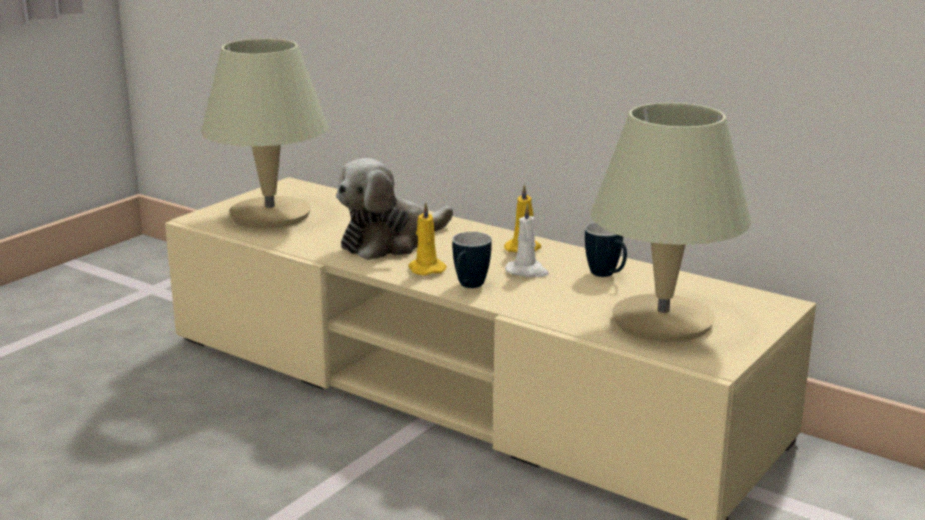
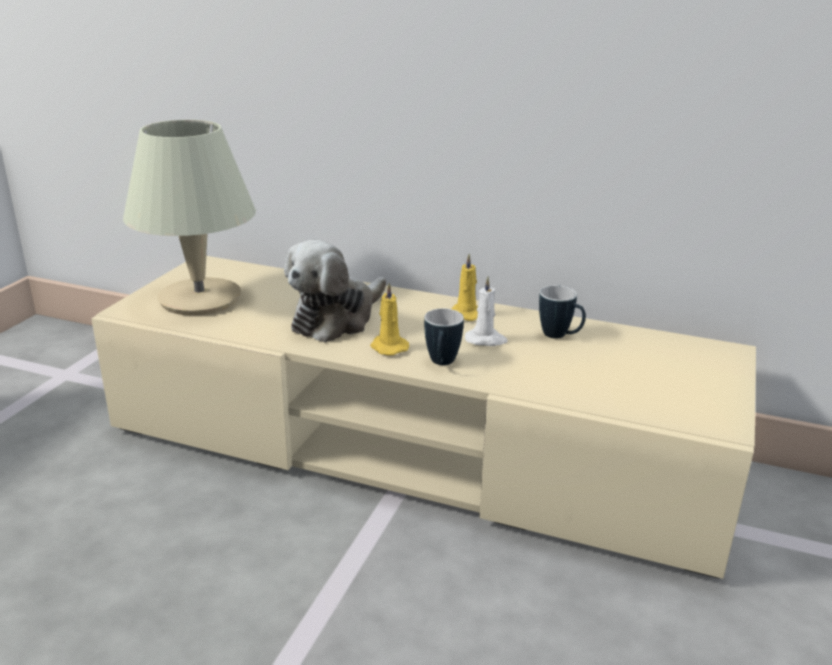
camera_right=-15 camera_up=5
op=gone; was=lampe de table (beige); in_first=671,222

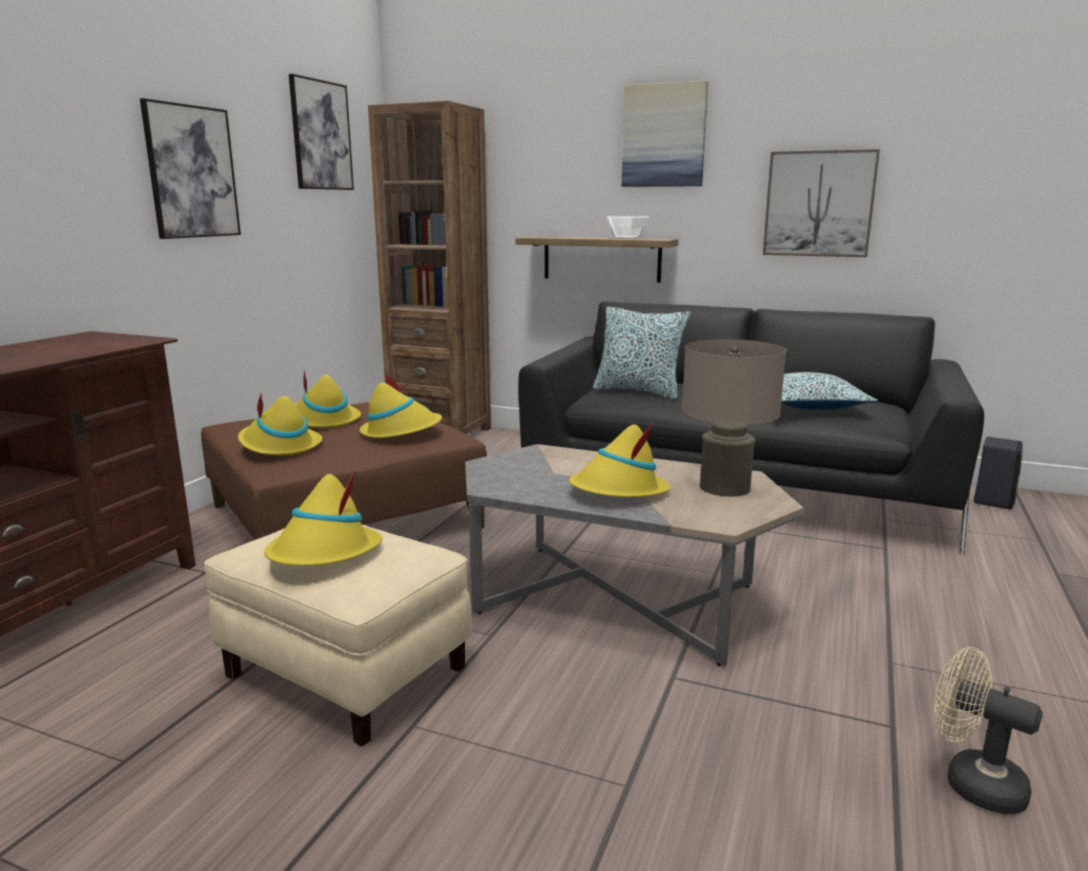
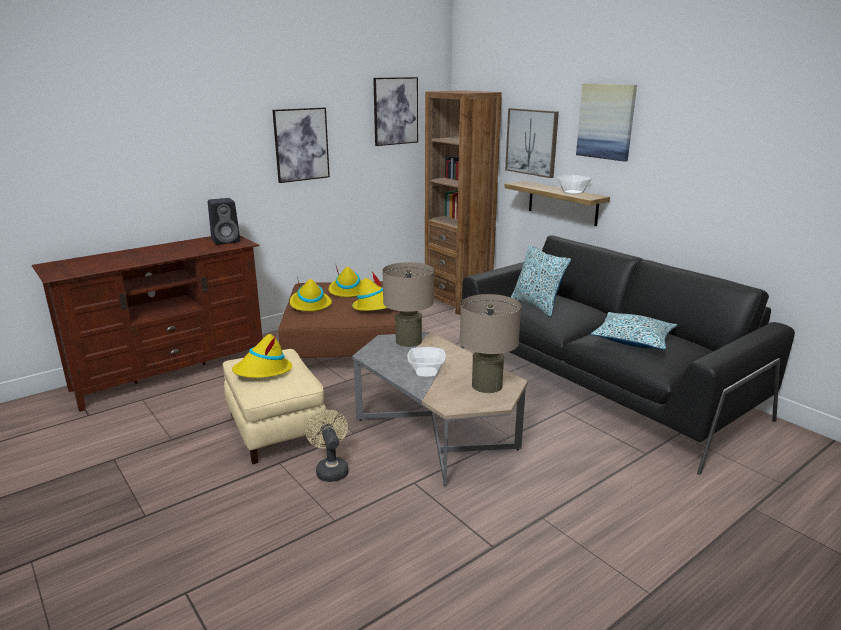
camera_right=30 camera_up=5
op=shifted; was=enceinte (noir); in_first=998,473; in_second=224,221
op=shifted; was=ventilateur (beige); in_first=988,730; in_second=327,446
op=new; now=lampe de table (beige); in_second=408,304
op=swapped; was=chapeau (jaune); now=bol; in_first=619,460; in_second=426,362
op=shifted; was=tableau; in_first=821,203; in_second=532,143

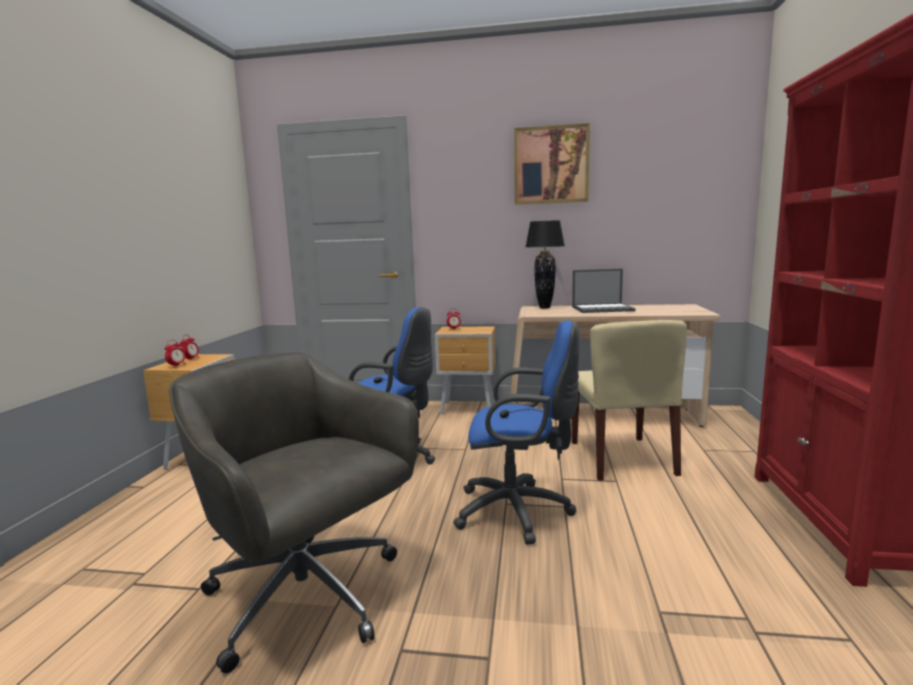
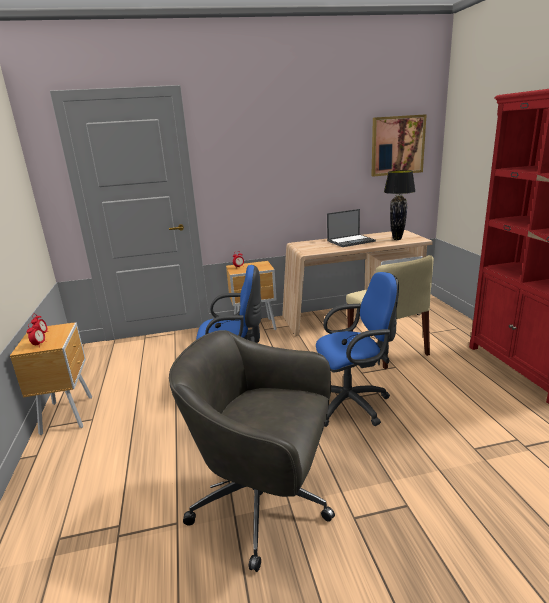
camera_right=-20 camera_up=10
op=shifted; was=tableau; in_first=552,164; in_second=399,145
op=shifted; was=lampe de table (noir); in_first=545,265; in_second=400,205

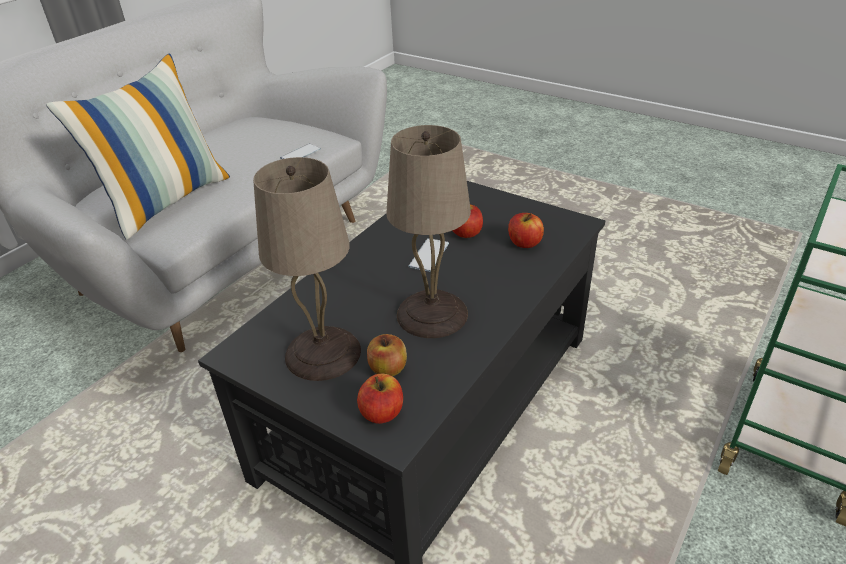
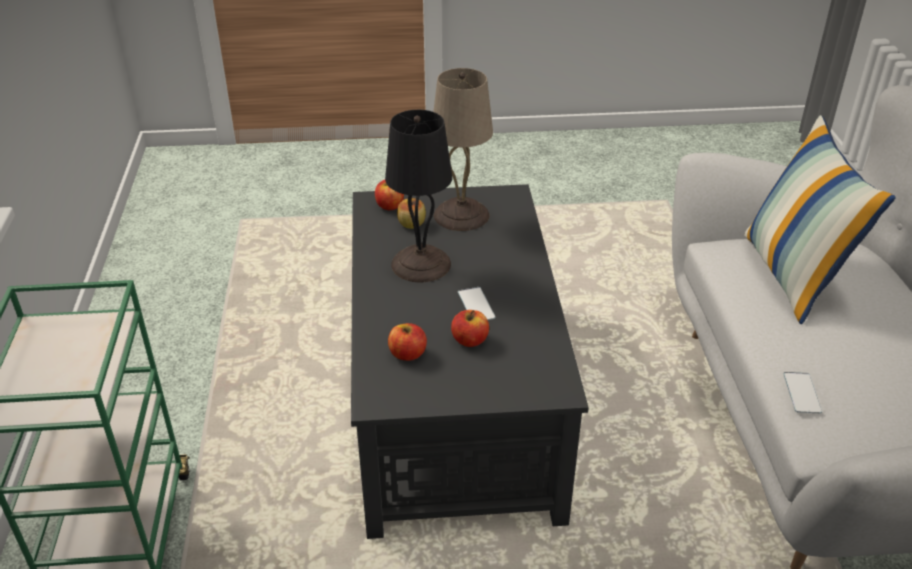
camera_right=140 camera_up=0
op=repainted; was=lampe de table (beige); now=lampe de table (noir); in_first=428,231; in_second=418,196

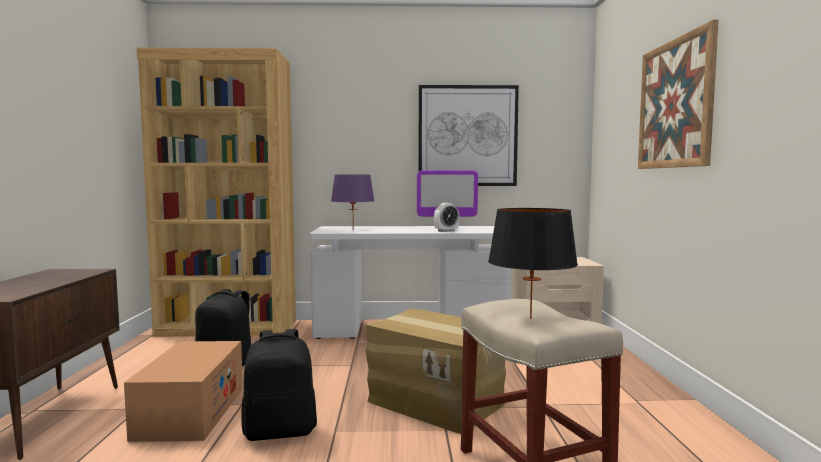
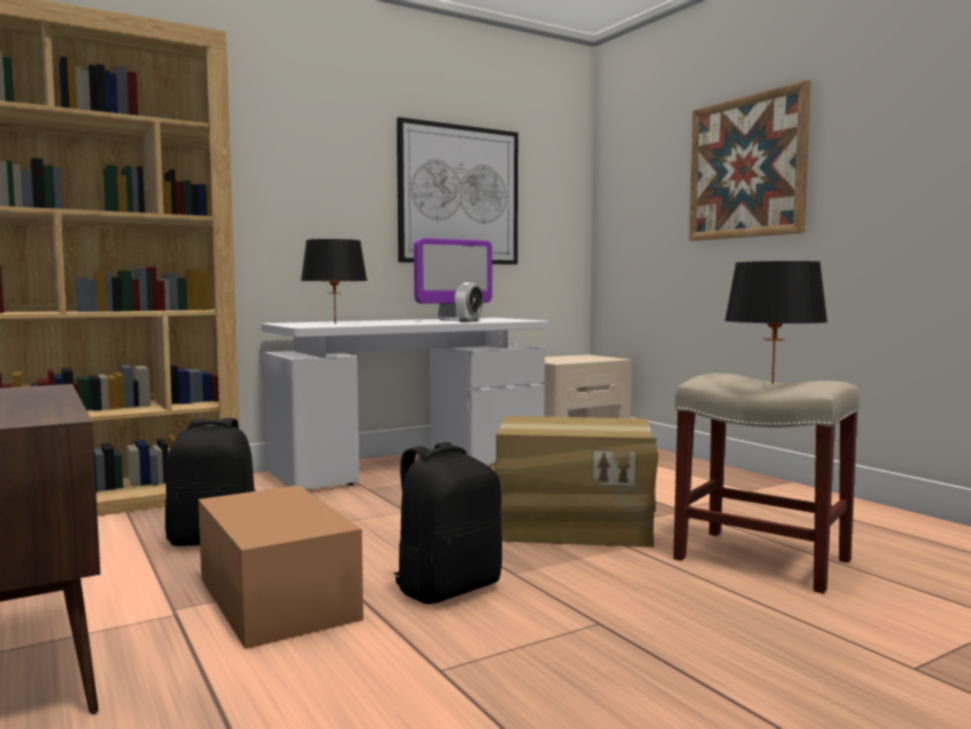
camera_right=-30 camera_up=0
op=repainted; was=lampe de table (violet); now=lampe de table (noir); in_first=352,202; in_second=334,281

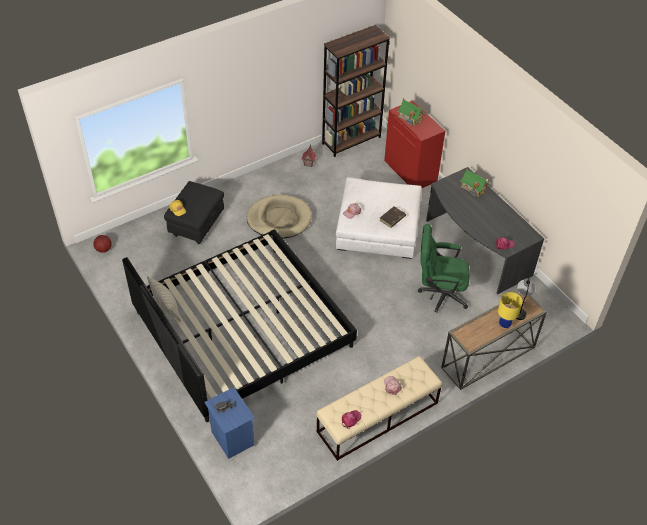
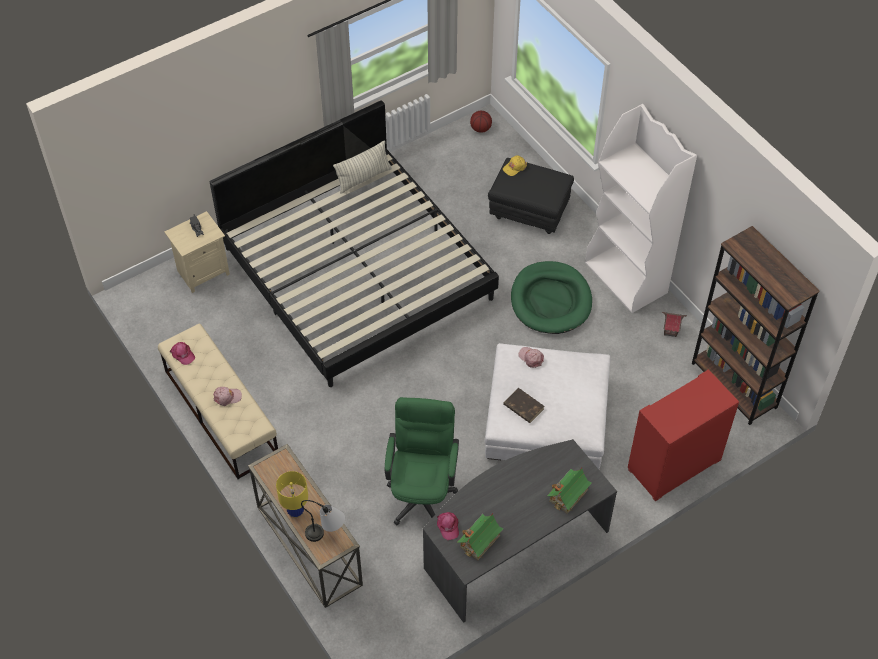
camera_right=90 camera_up=5
op=repainted; was=table de chevet (bleu); now=table de chevet (beige); in_first=229,423; in_second=197,252
op=shifted; was=maison miniature; in_first=411,112; in_second=480,536
op=repainted; was=panier pour chien (beige); now=panier pour chien (vert); in_first=279,217; in_second=551,297
op=new; now=bibliothèque (blanc); in_second=641,208

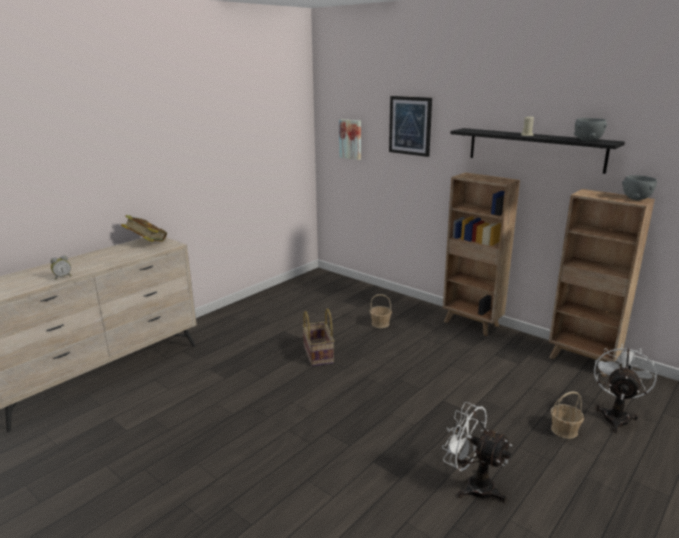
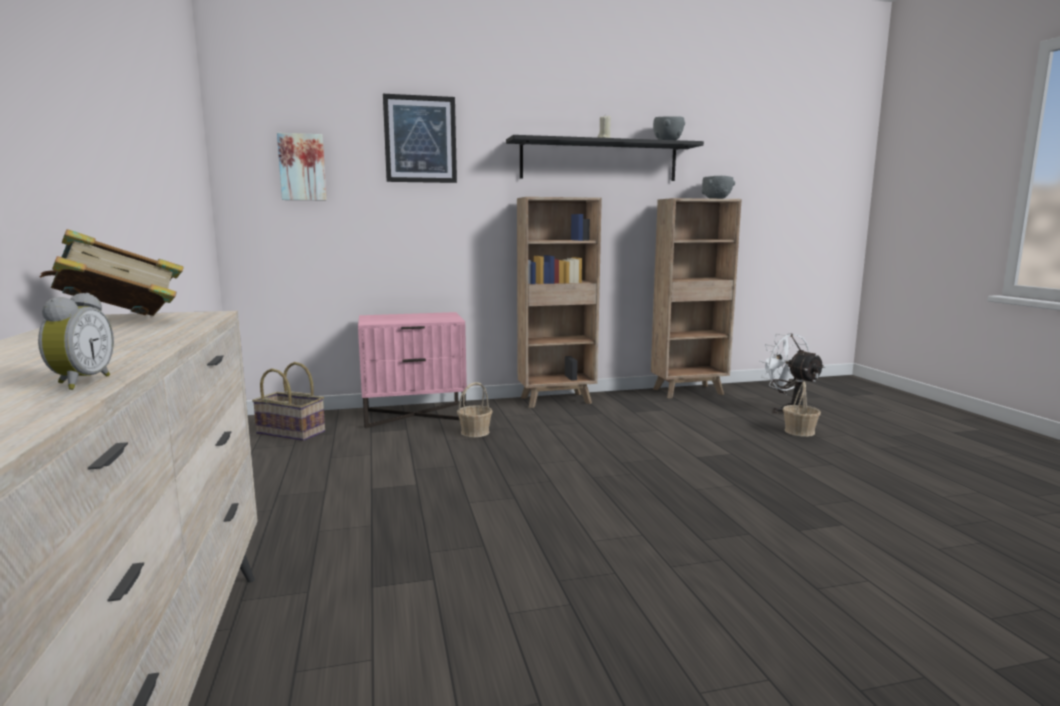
camera_right=-55 camera_up=-10
op=shifted; was=panier; in_first=318,337; in_second=288,401
op=new; now=table de chevet (rose); in_second=412,370
op=gone; was=ventilateur (blanc); in_first=477,452

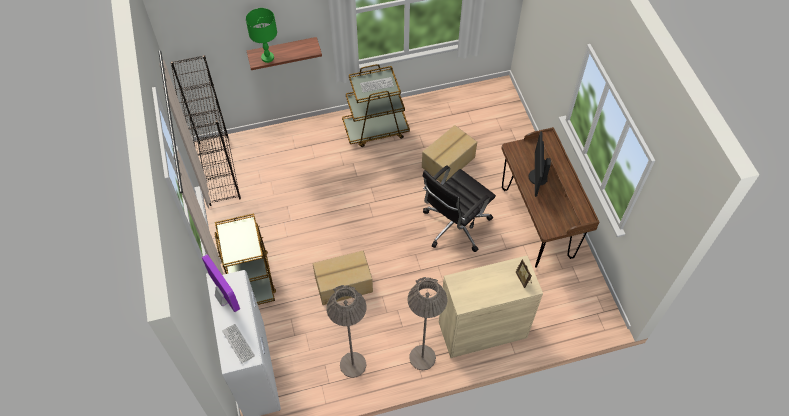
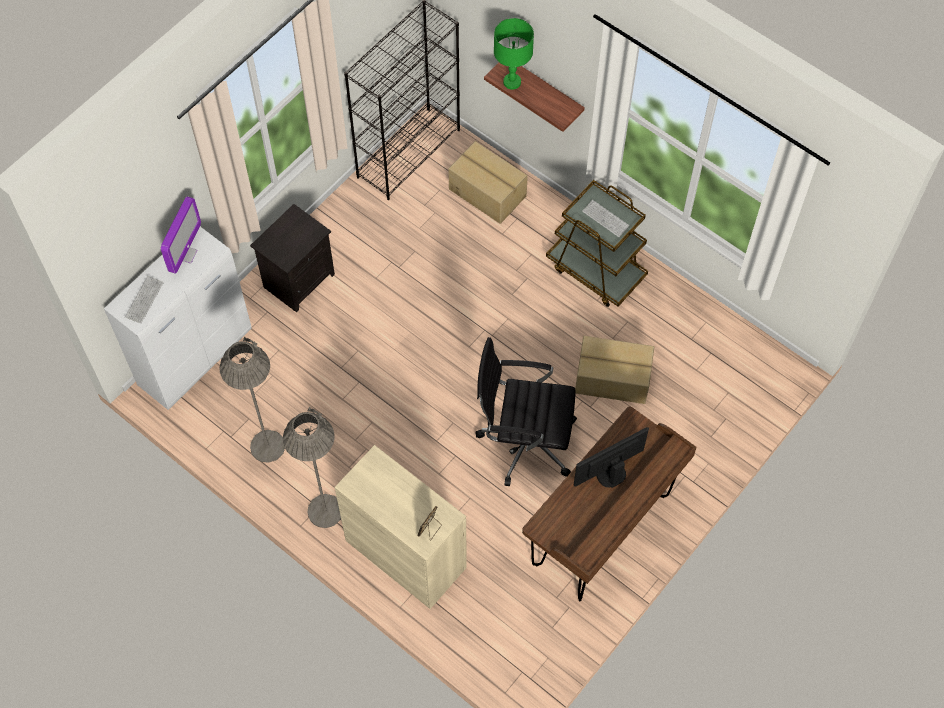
camera_right=55 camera_up=5
op=swapped; was=chariot (marron); now=table de chevet (noir); in_first=245,259; in_second=292,258
op=shifted; was=carton; in_first=343,278; in_second=488,182

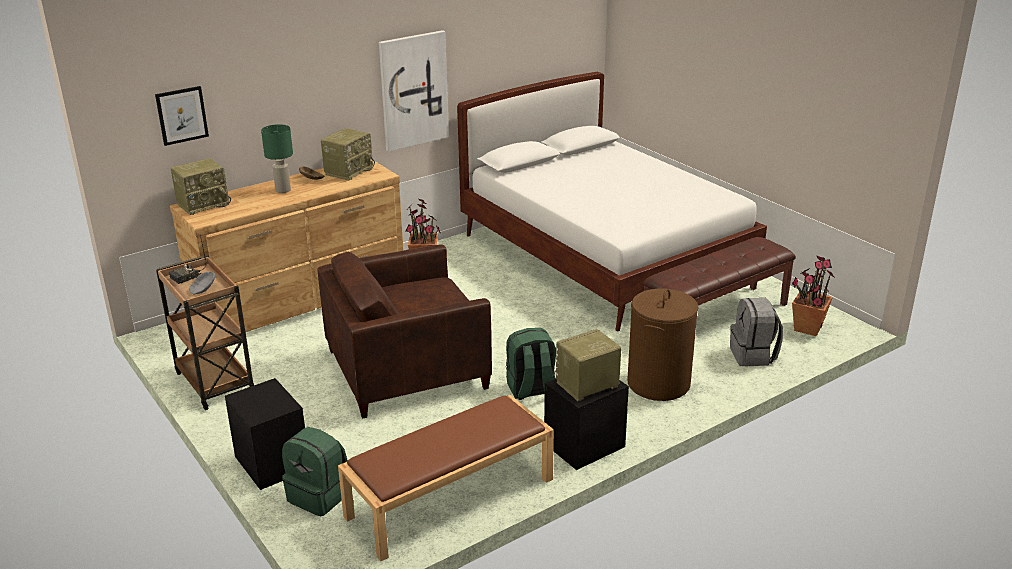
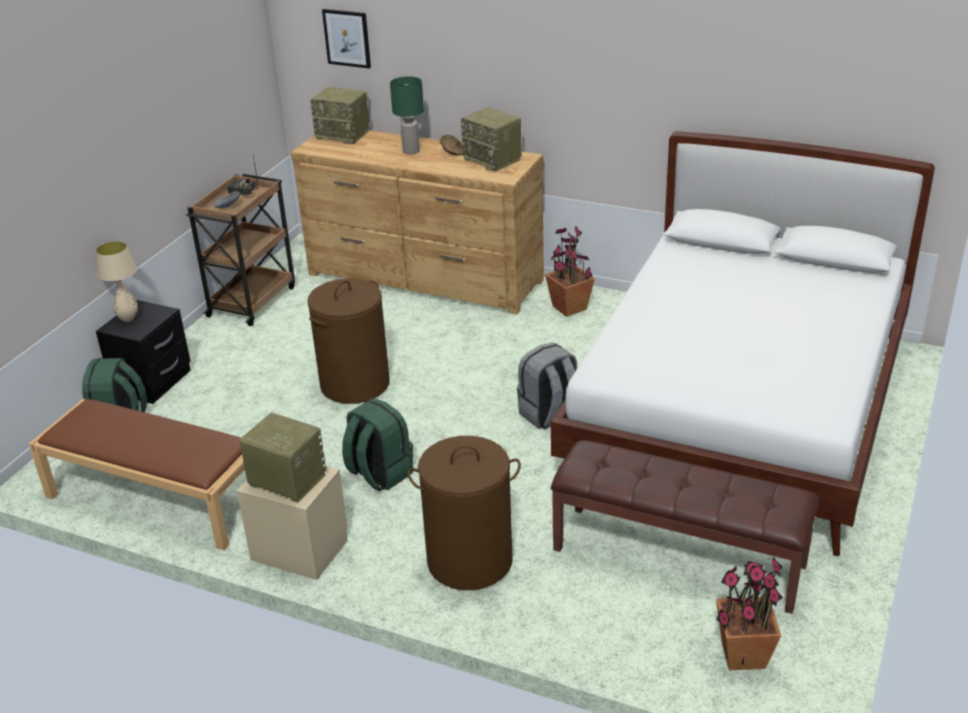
camera_right=60 camera_up=5
op=new; now=lampe de table (beige); in_second=117,281
op=repainted; was=table de chevet (noir); now=table de chevet (beige); in_first=586,424; in_second=292,522
op=swapped; was=fauteuil (marron); now=panier à linge (marron); in_first=404,331; in_second=348,341
op=rotated; was=radio; in_first=348,154; in_second=491,139; clockwise=45
op=shifted; was=sac à dos (gris); in_first=756,332; in_second=547,386
op=gone; was=tableau; in_first=414,91

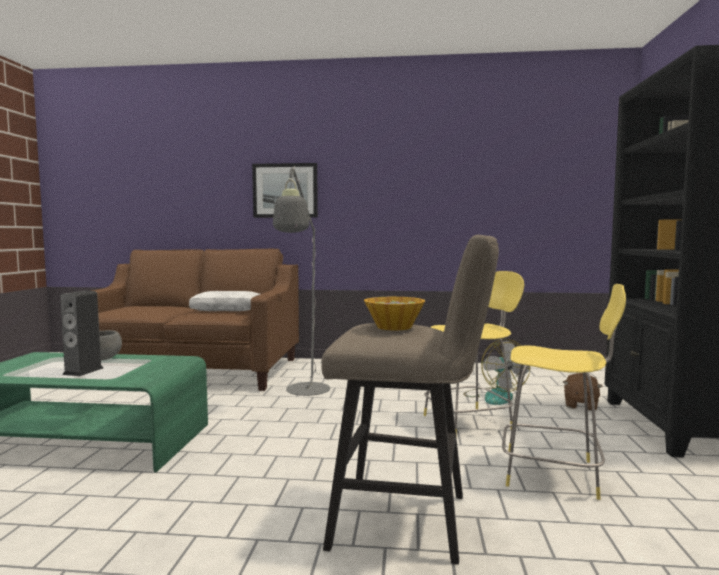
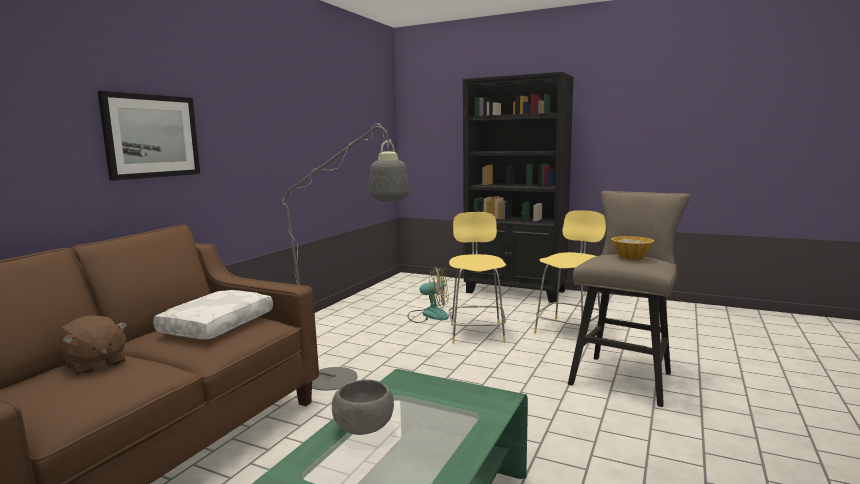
camera_right=-70 camera_up=5
op=shifted; was=peluche (marron); in_first=583,392; in_second=93,345
op=gone; was=enceinte; in_first=81,333

